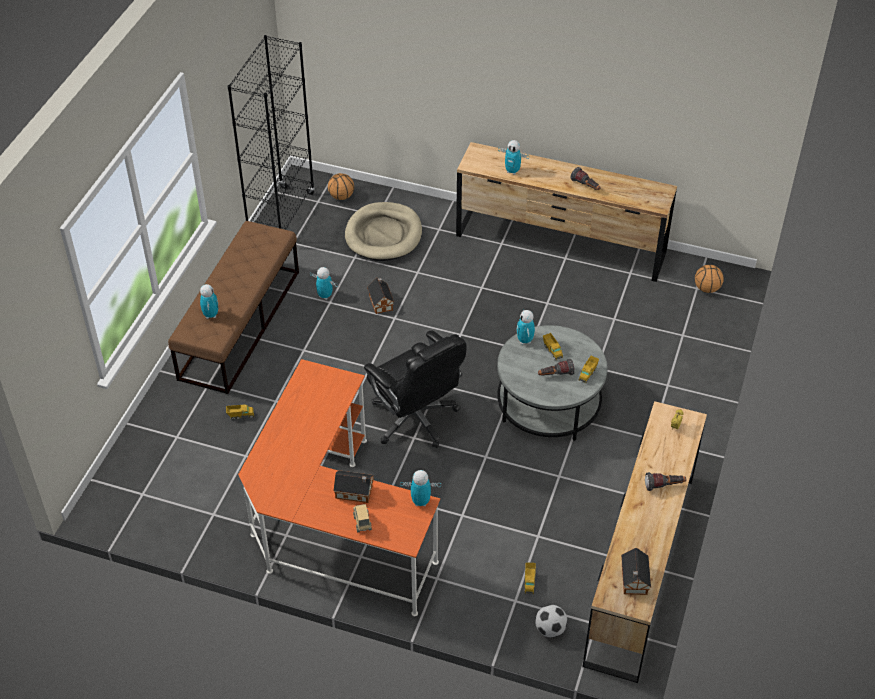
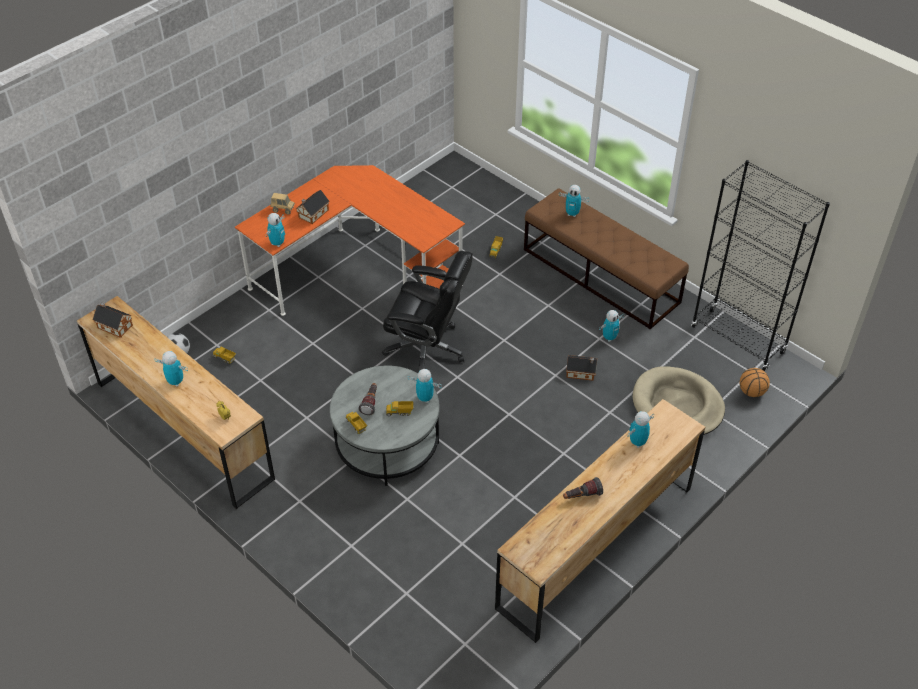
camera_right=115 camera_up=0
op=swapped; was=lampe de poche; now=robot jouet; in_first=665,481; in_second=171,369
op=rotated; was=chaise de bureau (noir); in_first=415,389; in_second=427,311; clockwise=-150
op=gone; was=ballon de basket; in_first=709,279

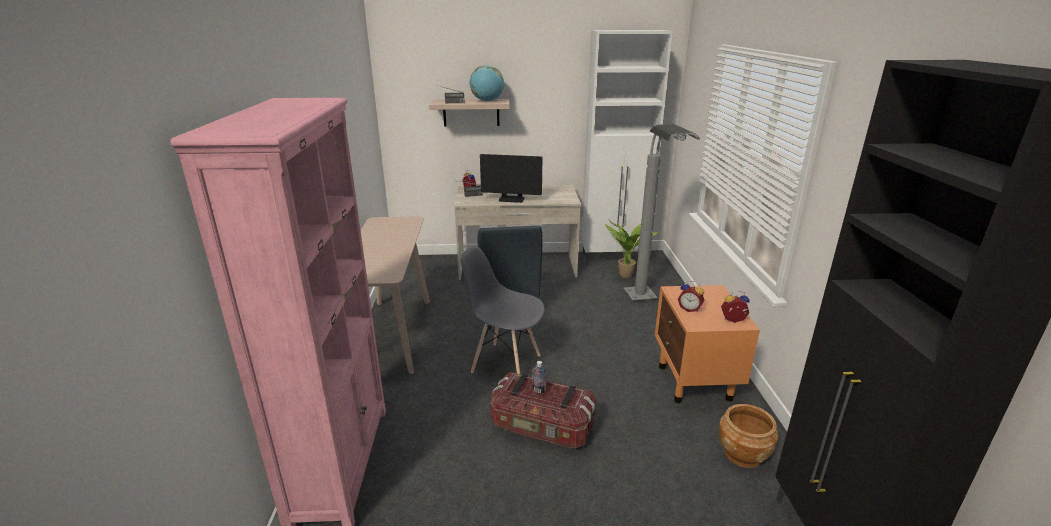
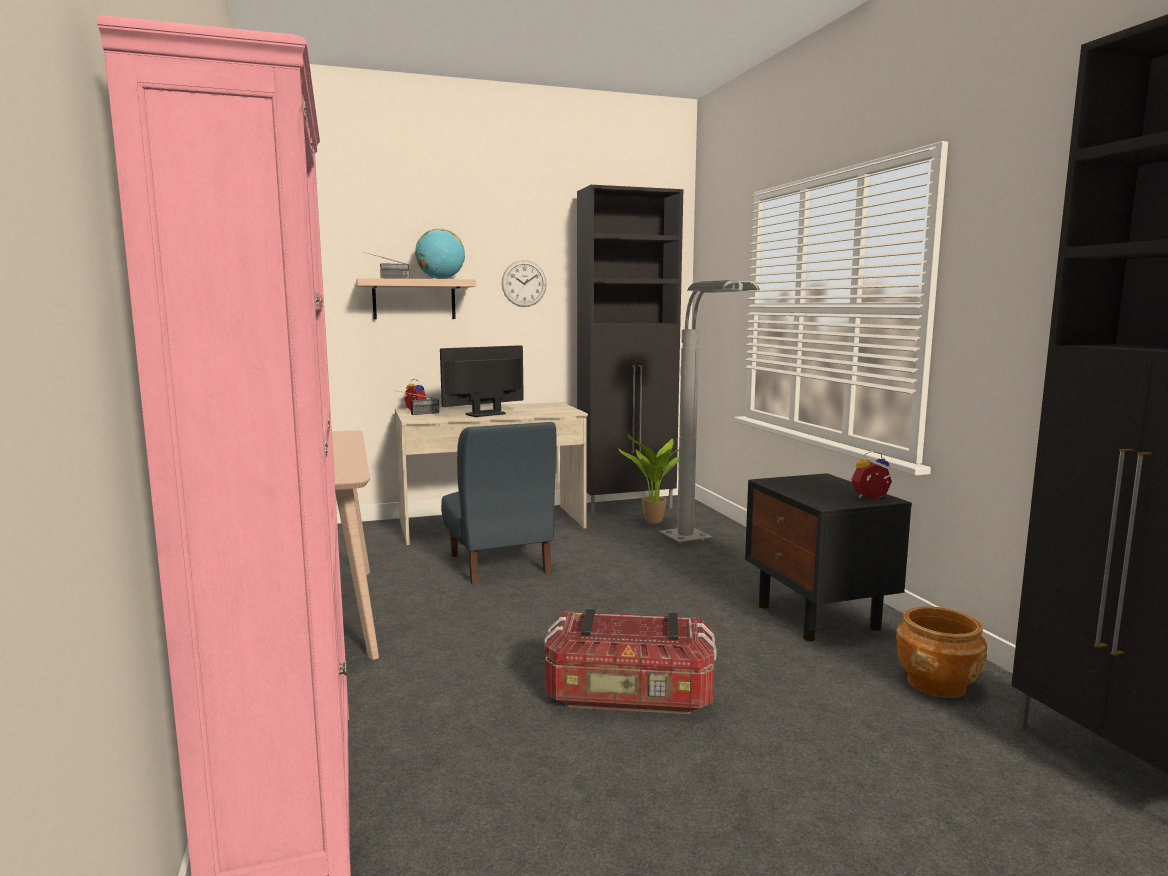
camera_right=-15 camera_up=-15
op=rotated; was=écran d'ordinateur; in_first=511,178; in_second=482,381; clockwise=150
op=new; now=horloge murale; in_second=524,283
op=repainted; was=meuble de rangement (blanc); now=meuble de rangement (noir); in_first=627,147; in_second=630,350
op=repainted; was=table de chevet (orange); now=table de chevet (noir); in_first=707,344; in_second=828,557
op=gone; was=chaise (gris); in_first=503,310
op=gone; was=bouteille; in_first=539,377
op=gone; was=réveil; in_first=691,296

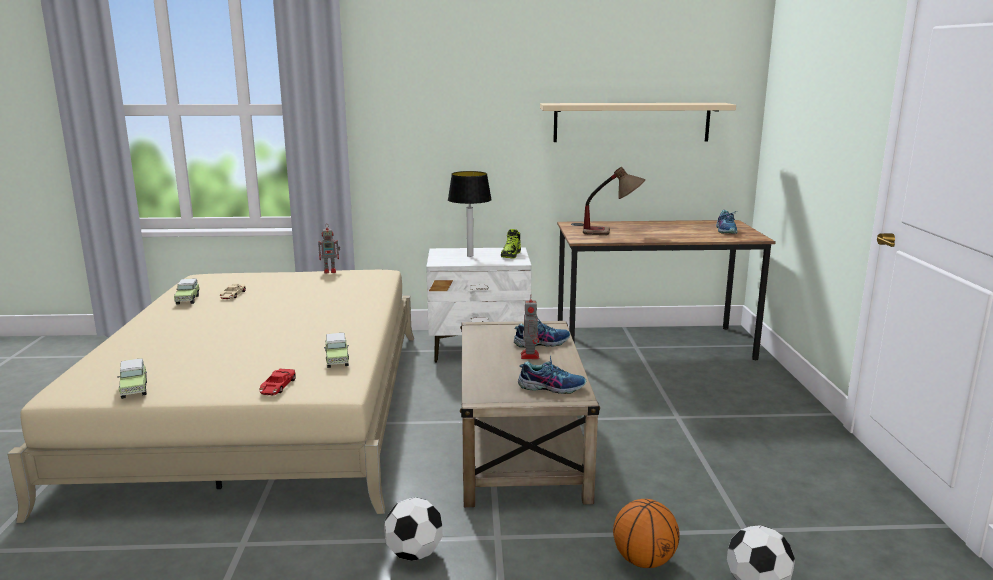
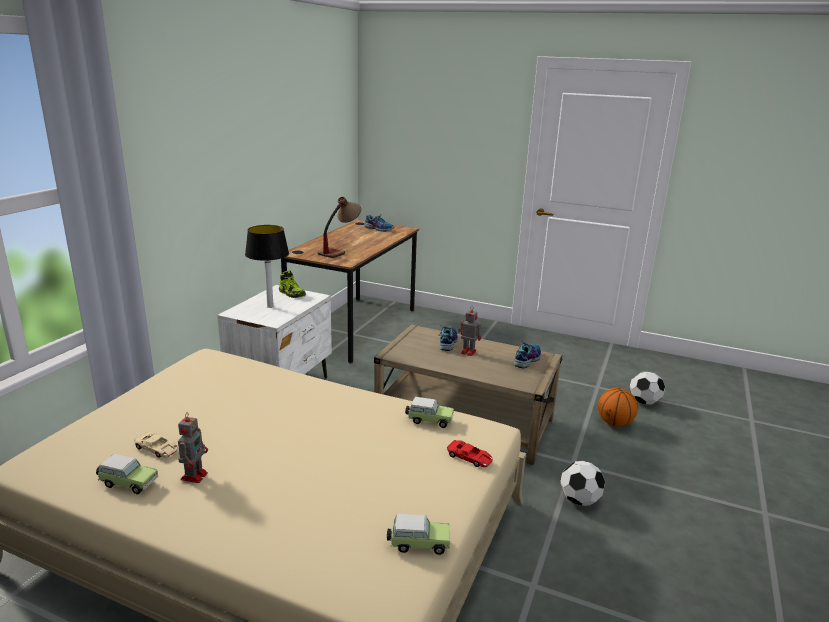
camera_right=-65 camera_up=5
op=shifted; was=robot jouet; in_first=329,249; in_second=193,447
op=gone; was=étagère (beige); in_first=638,122

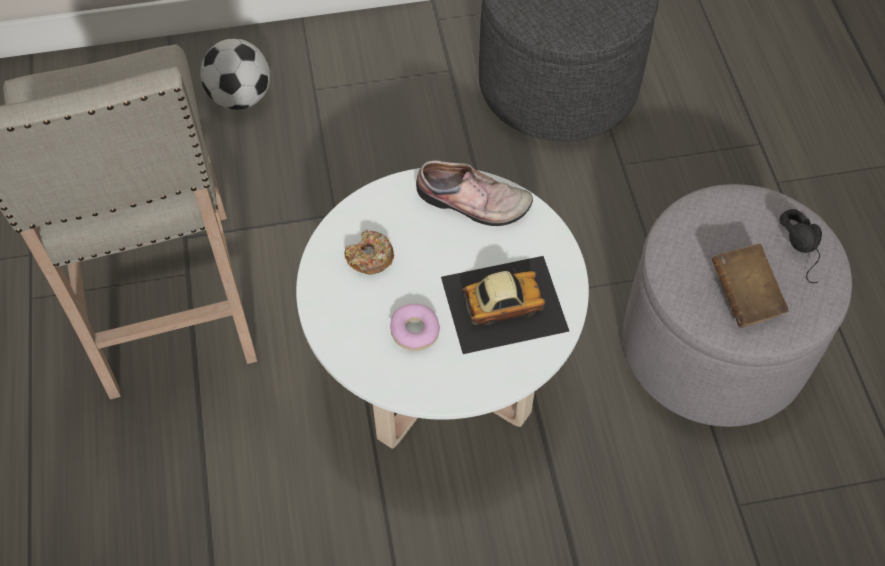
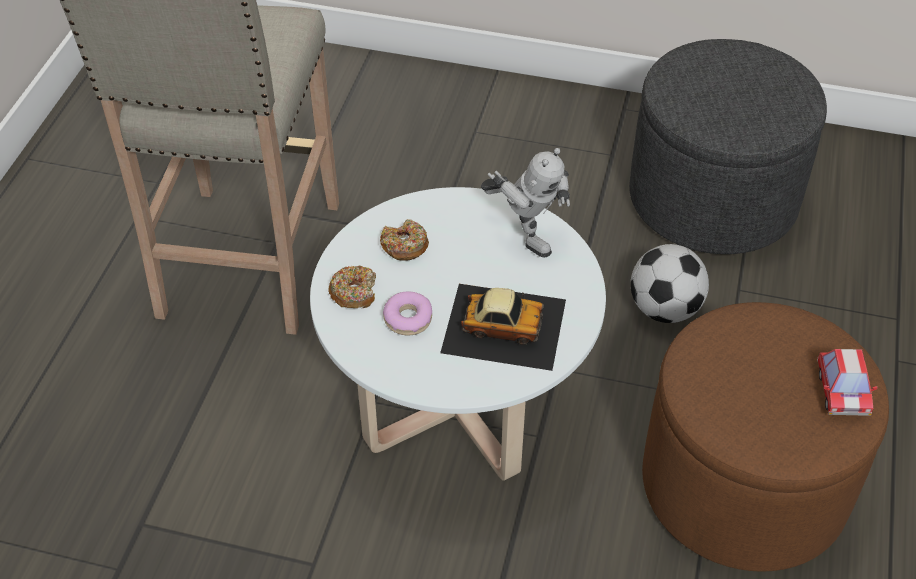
camera_right=25 camera_up=-10
op=new; now=beignet; in_second=352,286
op=swapped; was=chaussure; now=robot jouet; in_first=474,193; in_second=525,202
op=shifted; was=ballon de foot; in_first=235,74; in_second=669,283
op=repainted; was=pouf (gris); now=pouf (marron); in_first=737,305; in_second=765,437
op=swapped; was=casque audio (noir); now=petite voiture; in_first=800,246; in_second=847,382
op=gone; was=livre (marron); in_first=750,286

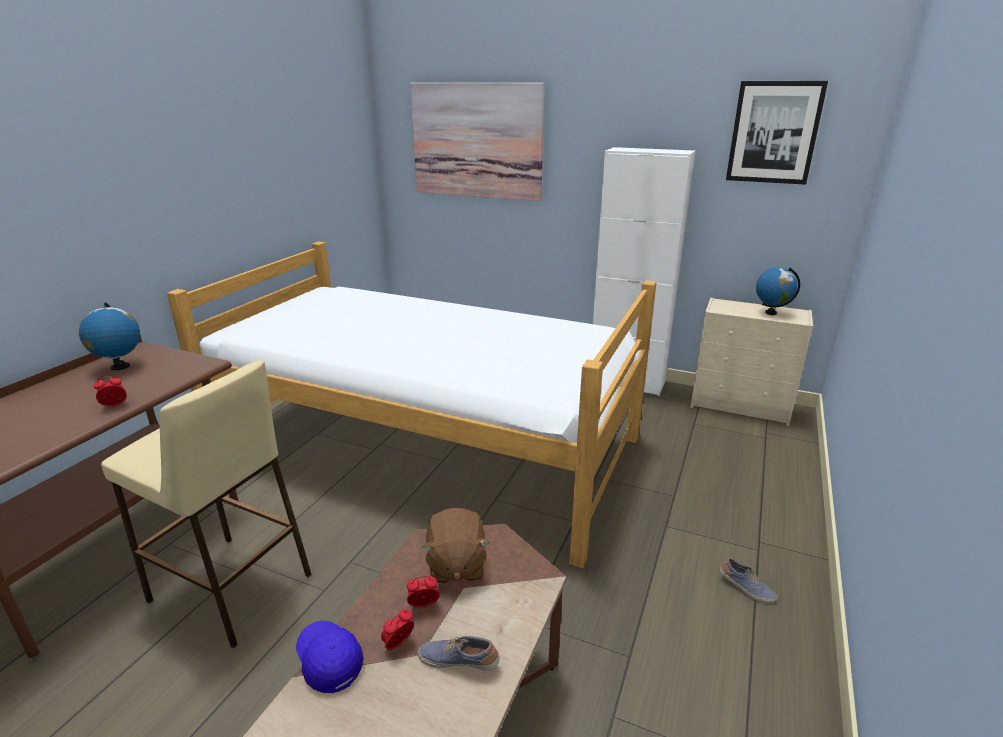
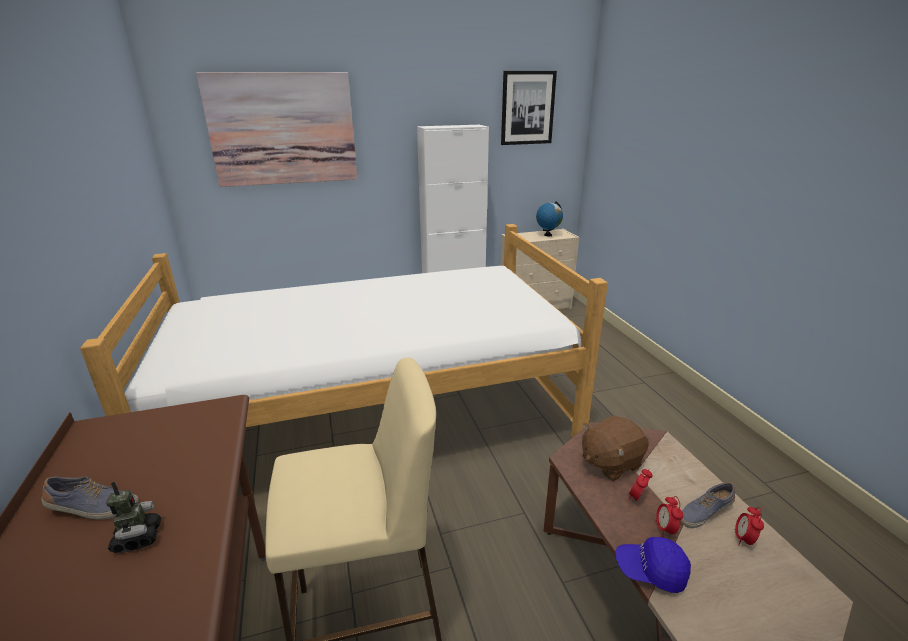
camera_right=-40 camera_up=0
op=shifted; was=chaussure; in_first=749,581; in_second=90,498
op=new; now=robot jouet; in_second=133,517
op=rotated; was=peluche (marron); in_first=456,546; in_second=615,448; clockwise=105
op=shifted; was=réveil; in_first=110,391; in_second=749,526
op=gone; was=globe; in_first=109,336

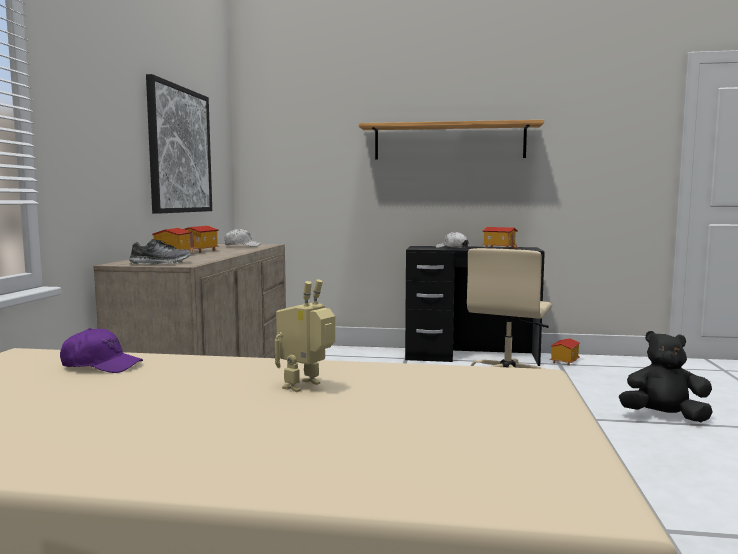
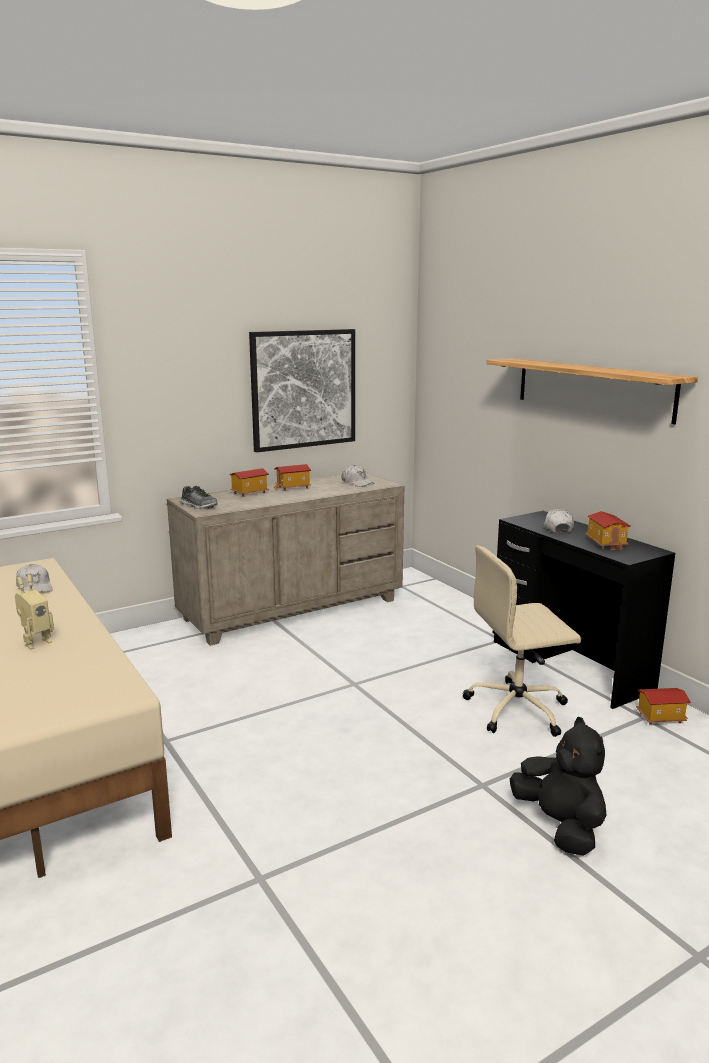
camera_right=50 camera_up=10
op=rotated; was=robot jouet; in_first=305,336; in_second=34,612; clockwise=135
op=repainted; was=casquette (violet); now=casquette (blanc); in_first=101,350; in_second=34,578

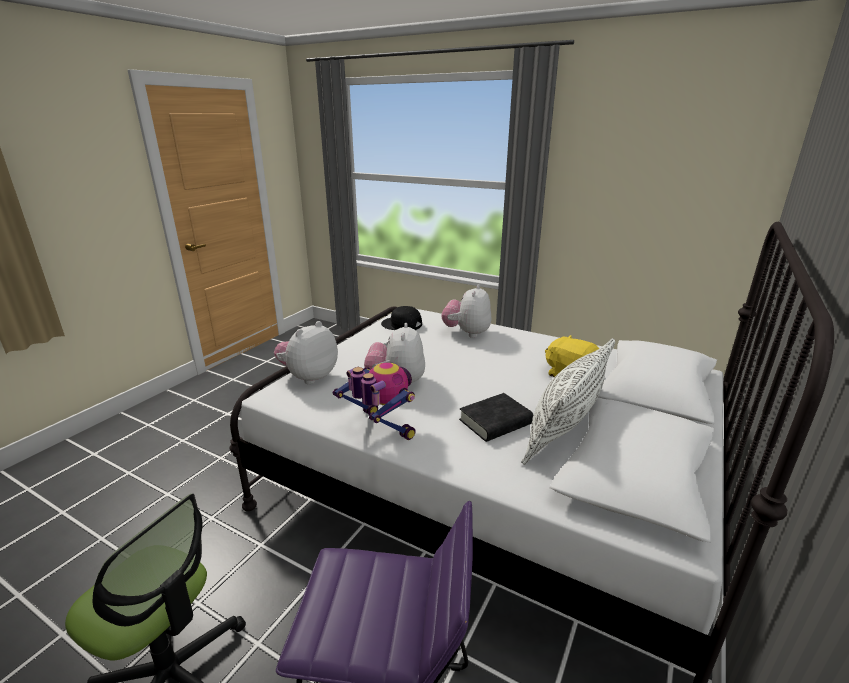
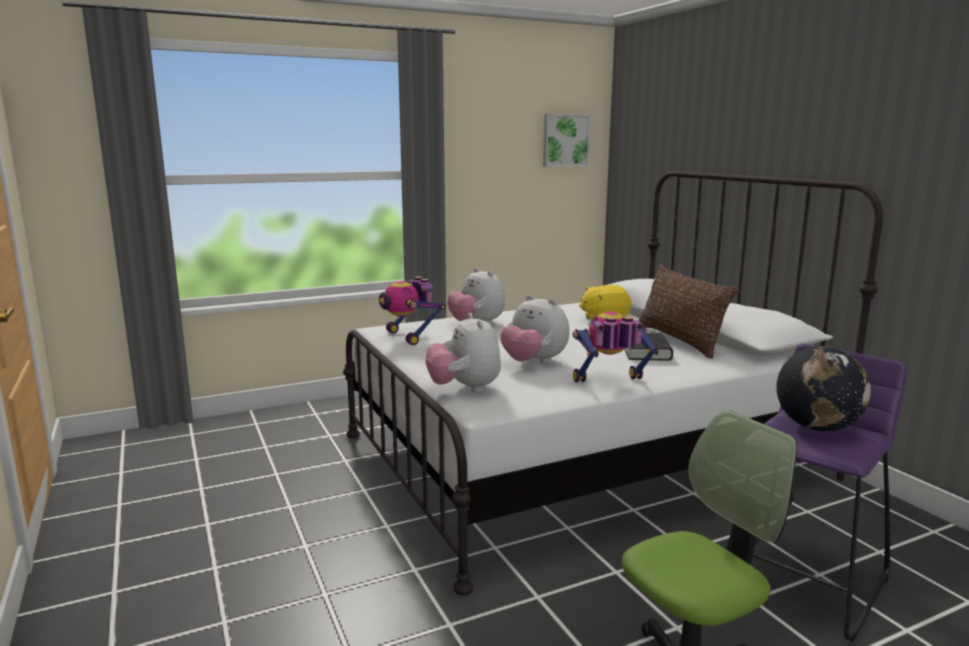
camera_right=-55 camera_up=-10
op=swapped; was=casquette (noir); now=robot jouet; in_first=401,318; in_second=412,310
op=new; now=tableau; in_second=567,140
op=repainted; was=coussin (blanc); now=coussin (marron); in_first=568,401; in_second=688,312
op=new; now=globe; in_second=824,388

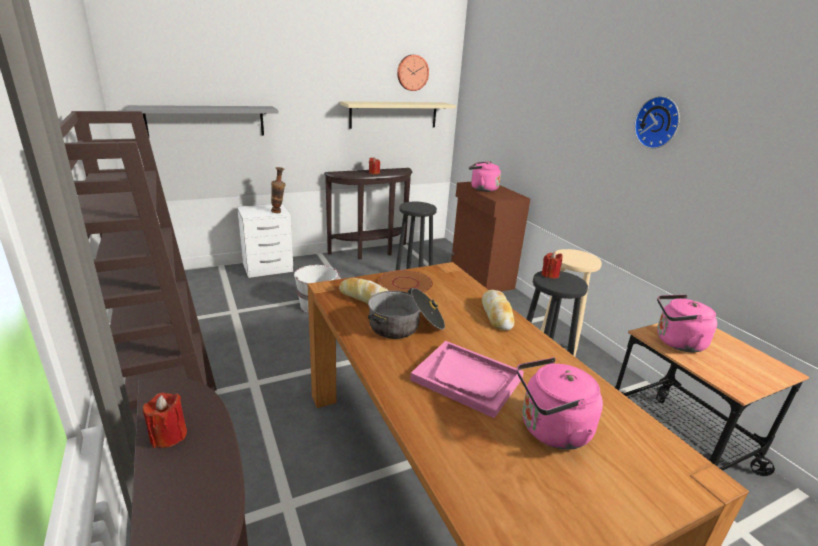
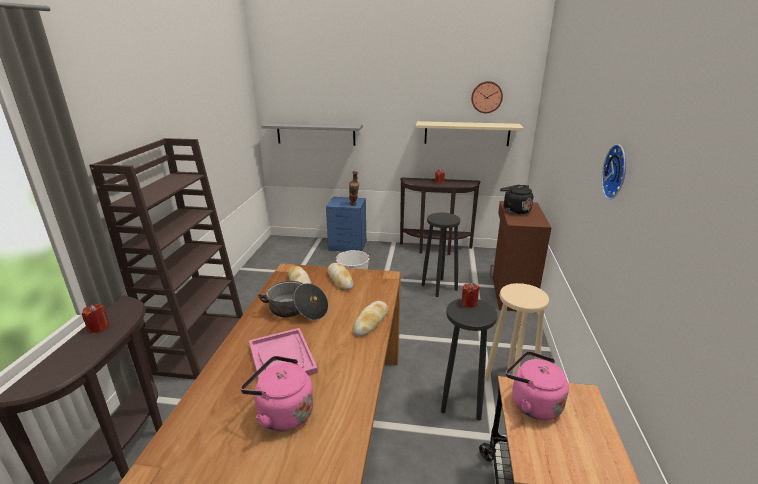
camera_right=35 camera_up=0
op=repainted; was=table de chevet (blanc); now=table de chevet (bleu); in_first=265,241; in_second=346,224
op=swapped; was=assiette (marron); now=pain; in_first=405,281; in_second=341,276
op=repainted; was=bouilloire (rose); now=bouilloire (noir); in_first=485,176; in_second=516,199

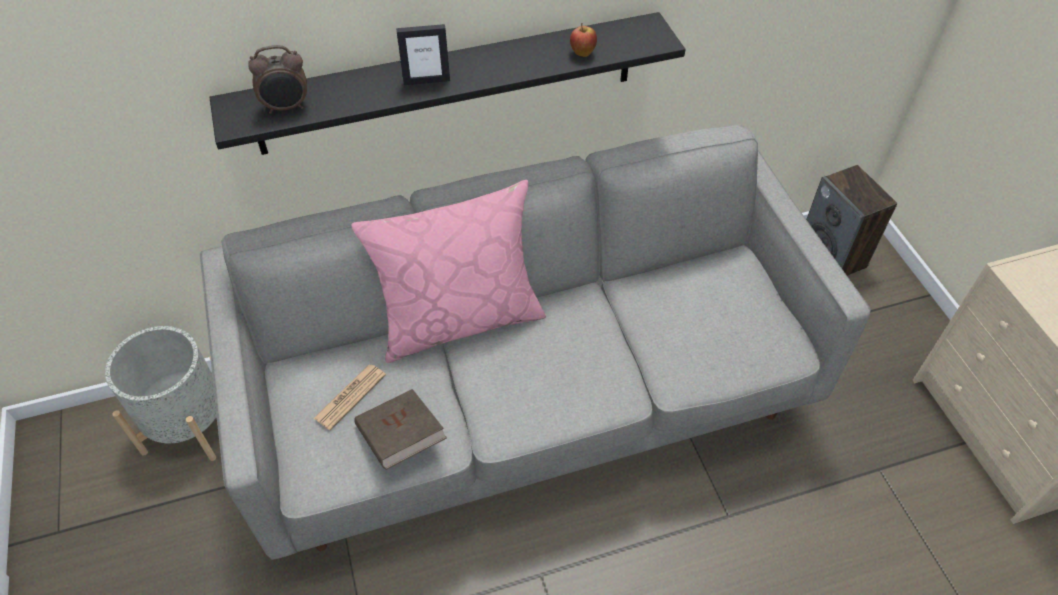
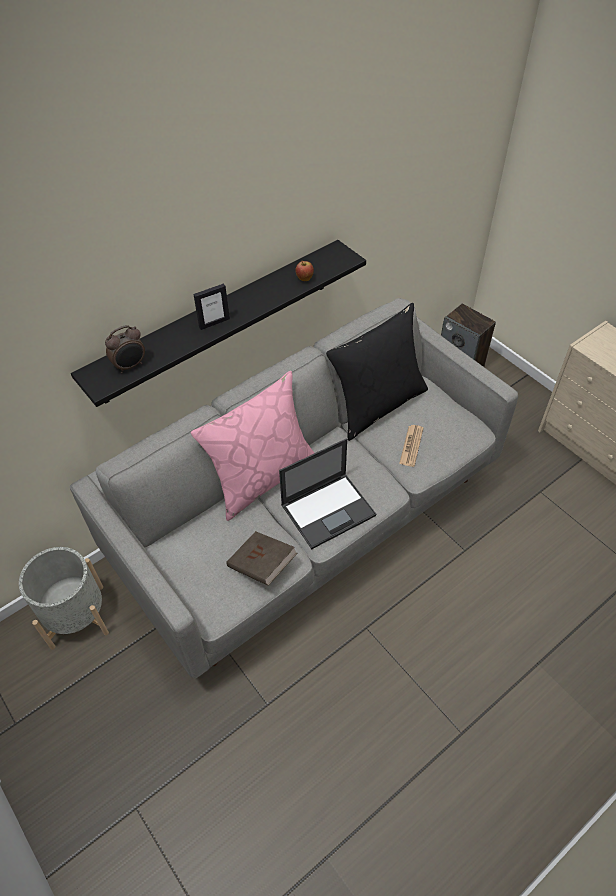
camera_right=-20 camera_up=0
op=new; now=ordinateur portable; in_second=327,493
op=new; now=coussin (noir); in_second=377,372
op=shifted; was=journal; in_first=349,397; in_second=411,446

